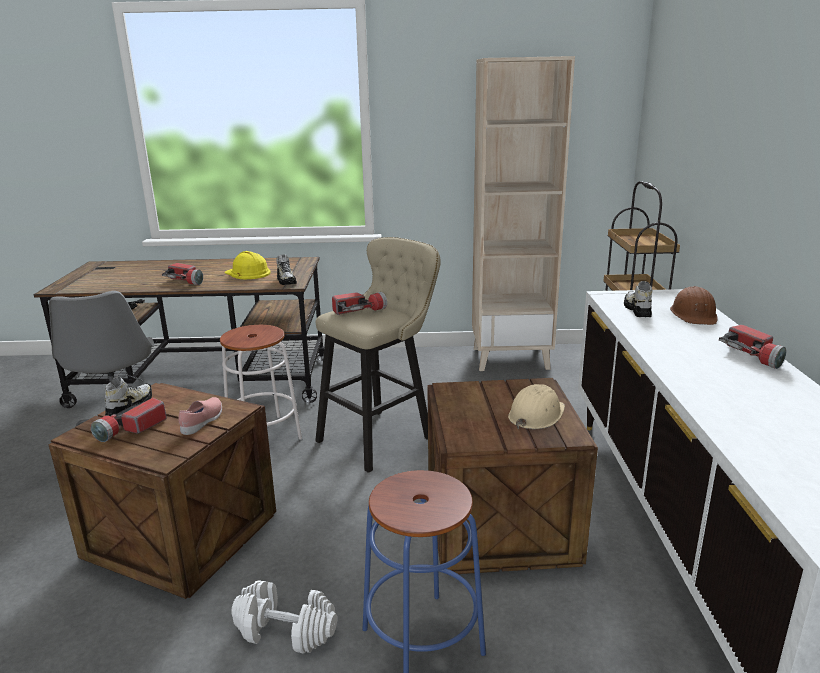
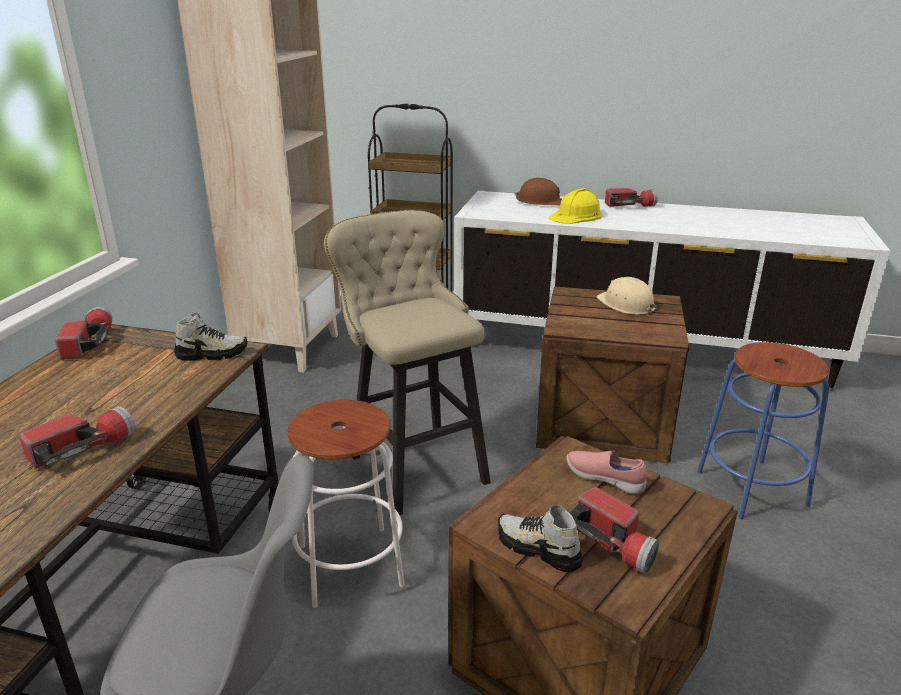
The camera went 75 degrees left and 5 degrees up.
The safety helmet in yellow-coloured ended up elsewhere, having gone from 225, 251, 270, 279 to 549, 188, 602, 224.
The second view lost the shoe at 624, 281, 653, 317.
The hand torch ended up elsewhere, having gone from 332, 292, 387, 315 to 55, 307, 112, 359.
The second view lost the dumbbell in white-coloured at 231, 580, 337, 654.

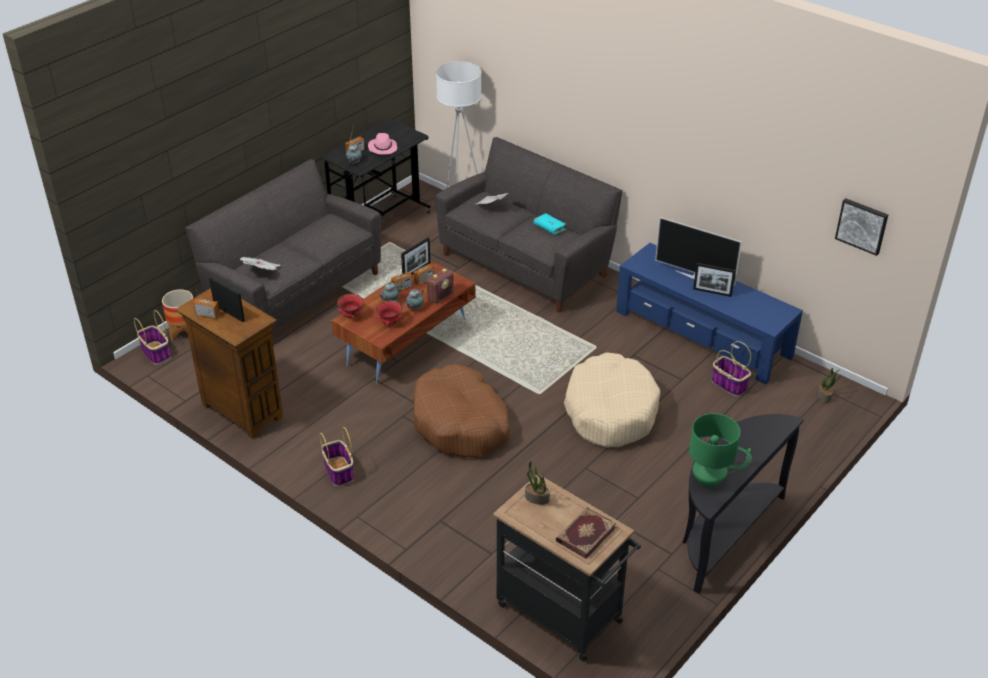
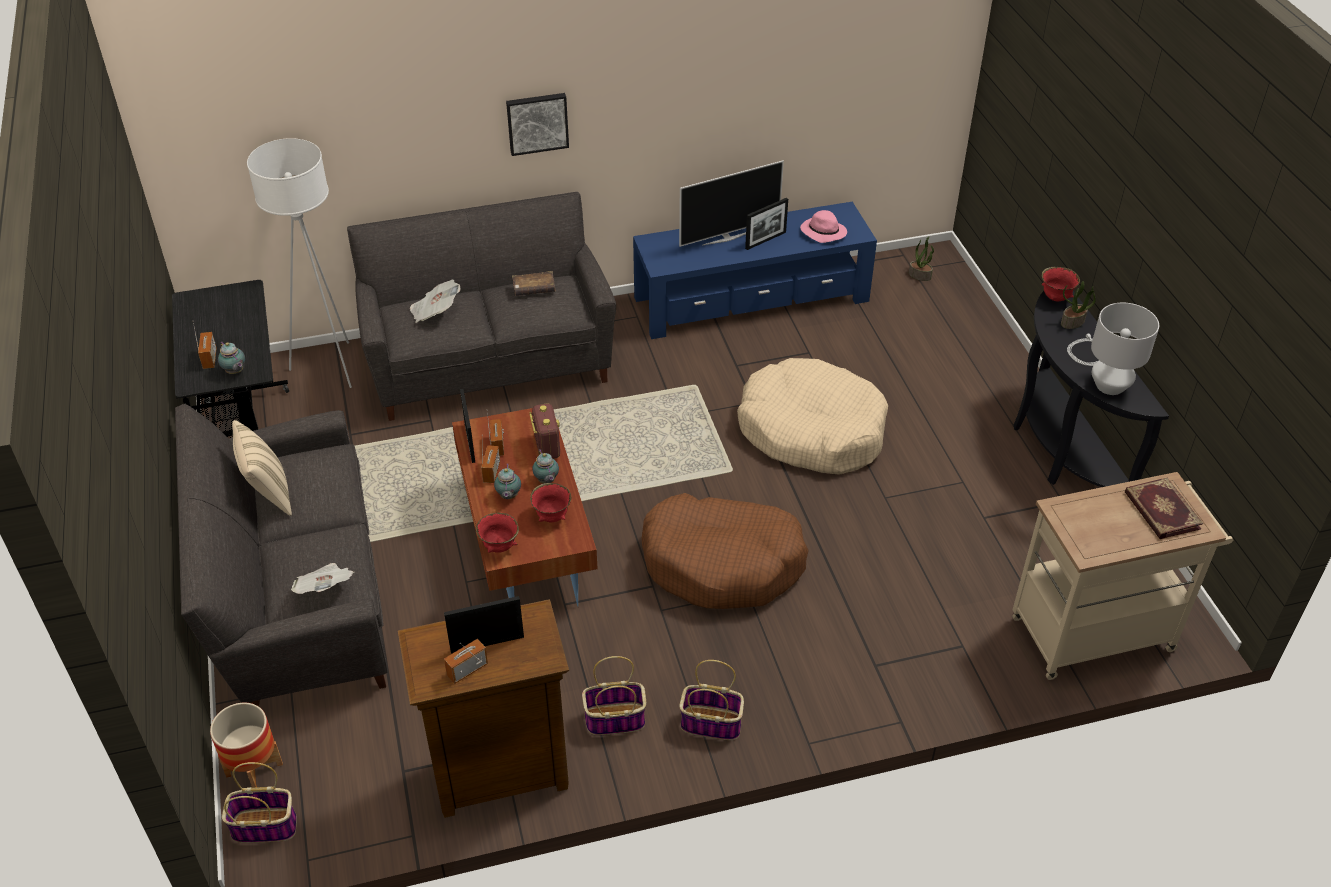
The camera went 55 degrees left and 5 degrees up.
The hat in pinkish ended up elsewhere, having gone from 368, 133, 397, 155 to 800, 210, 847, 243.
The wall art ended up elsewhere, having gone from 835, 198, 888, 256 to 506, 93, 569, 156.
What was the book in turquoise-coloured at 534, 213, 566, 235 turned into the book in brownish at 512, 271, 556, 296.
The storage basket ended up elsewhere, having gone from 712, 341, 751, 396 to 582, 656, 646, 735.
What was the tabletop lamp in greenish at 689, 413, 752, 487 turned into the tabletop lamp in white-coloured at 1067, 302, 1159, 395.
The plant in a pot ended up elsewhere, having gone from 525, 462, 550, 505 to 1061, 281, 1096, 329.
What was the trolley in blackish at 493, 475, 641, 662 turned into the trolley in sand-coloured at 1012, 472, 1233, 680.
The second view gained the deep dish in reddish at 1041, 267, 1080, 301.
The second view gained the throw pillow in sand-coloured at 232, 420, 292, 516.

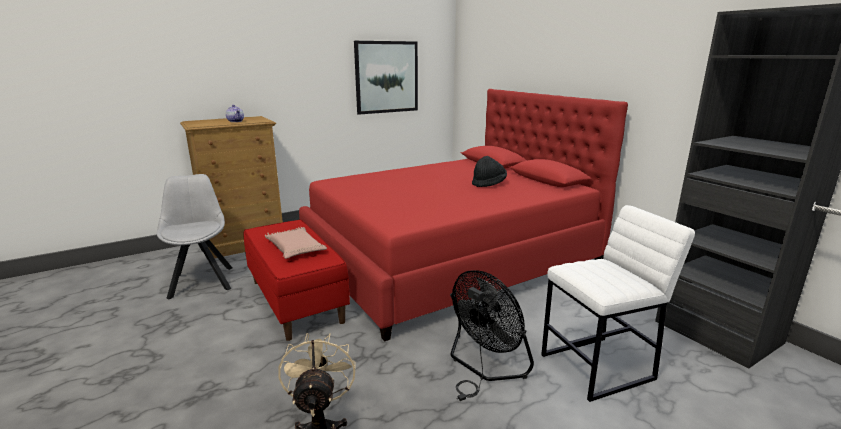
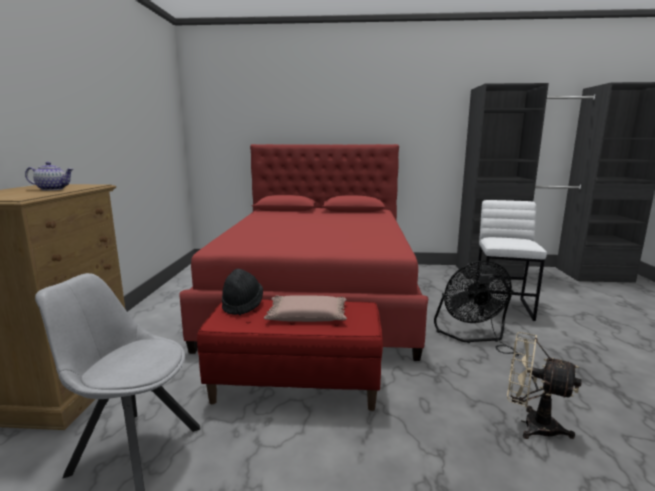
The camera went 55 degrees left and 5 degrees down.
The second view lost the wall art at 354, 41, 418, 115.
The hat in blackish ended up elsewhere, having gone from 472, 156, 507, 187 to 222, 269, 263, 315.

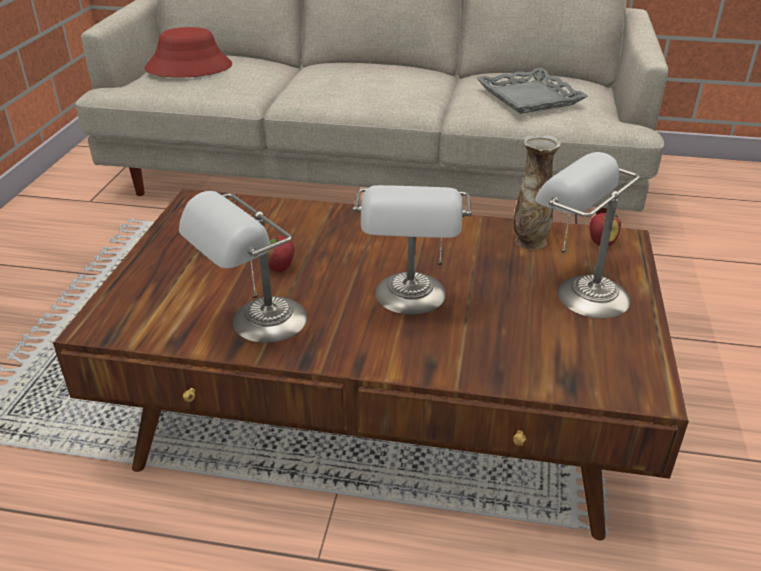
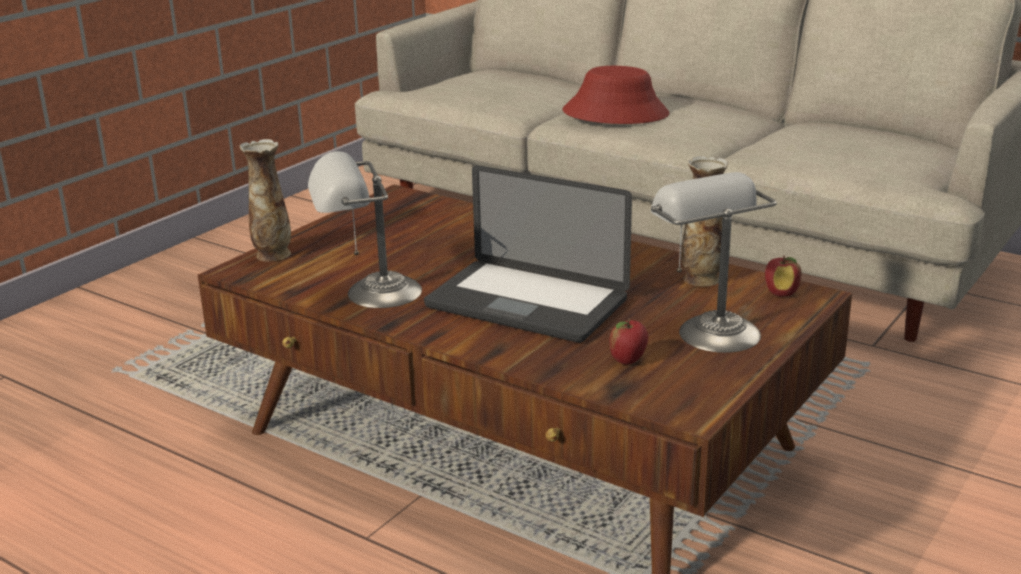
The camera went 25 degrees right and 10 degrees down.
The hat in reddish ended up elsewhere, having gone from 144, 27, 232, 78 to 563, 66, 669, 124.
The second view lost the tray in gray at 476, 68, 588, 114.
Where the tabletop lamp in white-coloured stood at 352, 185, 472, 315, the notebook computer came to stand at 424, 165, 632, 343.
The apple ended up elsewhere, having gone from 267, 236, 295, 272 to 610, 319, 648, 365.
The second view gained the decorative vase at 240, 139, 291, 262.

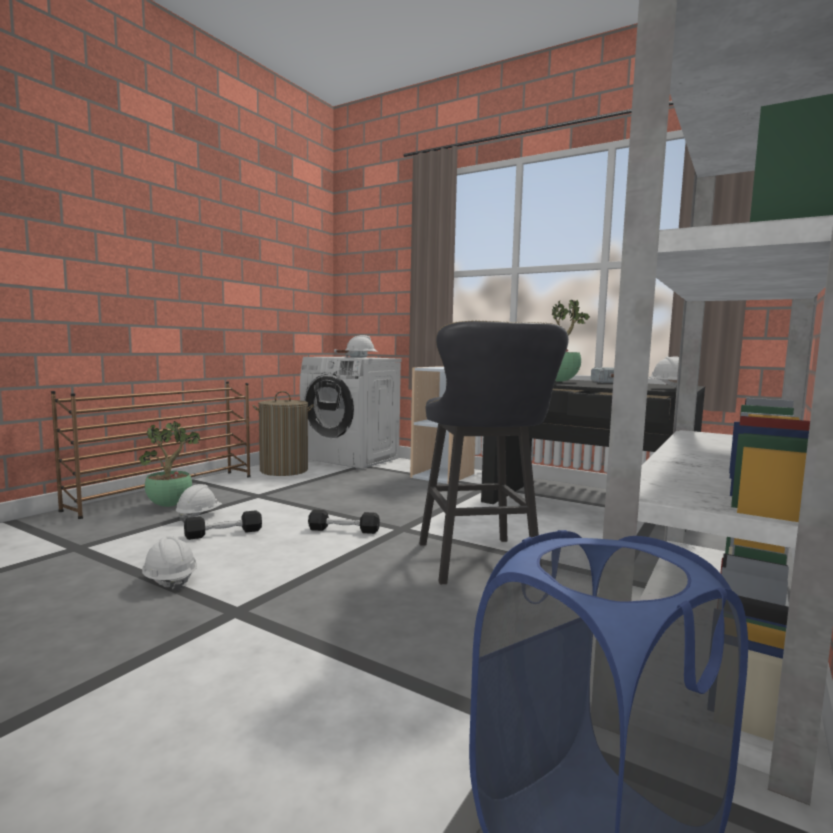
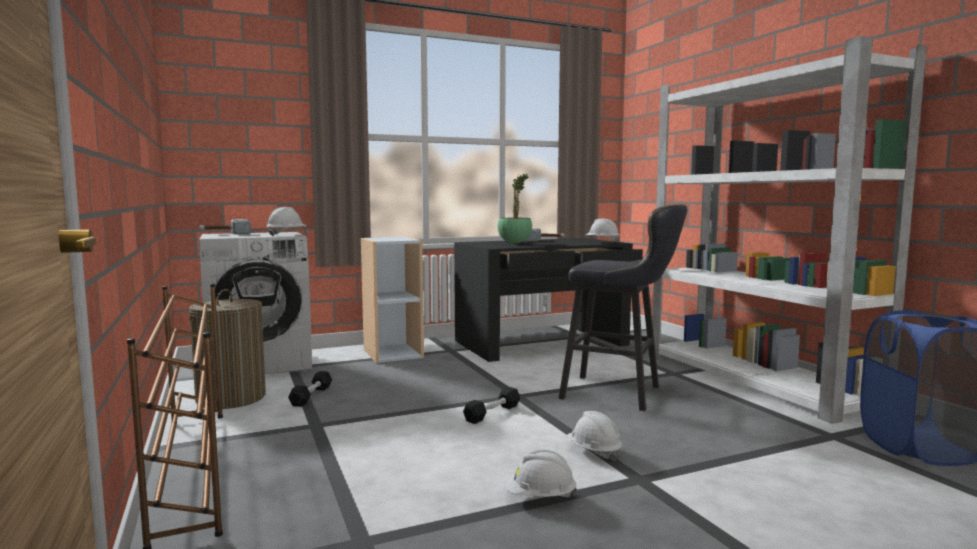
The camera went 55 degrees left and 0 degrees up.
The second view lost the plant in a pot at 139, 421, 200, 507.
The safety helmet in white-coloured ended up elsewhere, having gone from 176, 484, 222, 523 to 566, 411, 622, 462.
The dumbbell in blackish ended up elsewhere, having gone from 184, 510, 262, 540 to 288, 371, 332, 407.

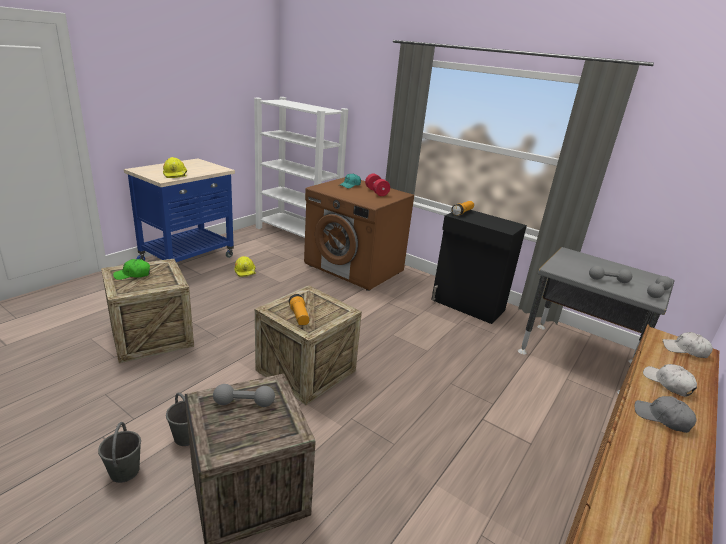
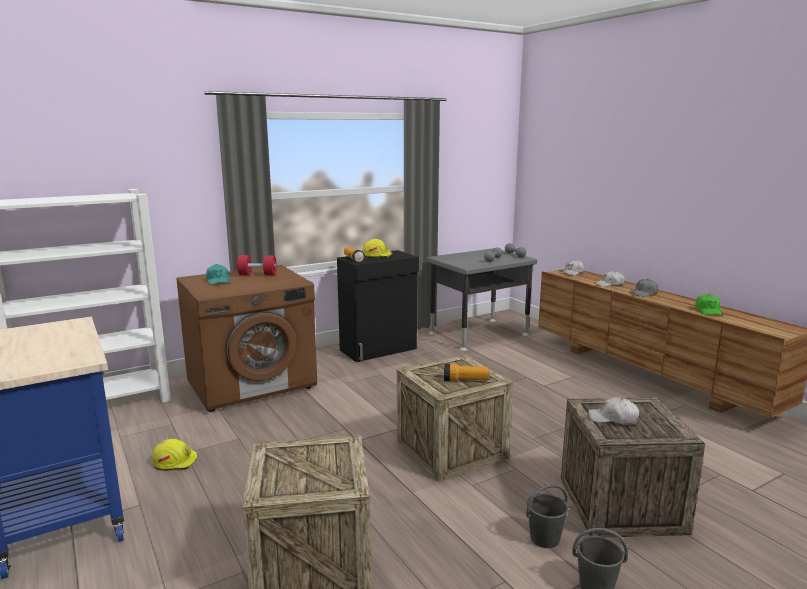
The camera went 65 degrees left and 10 degrees down.
The safety helmet in yellow-coloured ended up elsewhere, having gone from 163, 157, 187, 178 to 362, 239, 392, 258.
The peaked cap in greenish ended up elsewhere, having gone from 113, 259, 150, 280 to 695, 294, 723, 315.
Where the dumbbell in gray stood at 213, 384, 275, 407, the peaked cap in white-coloured came to stand at 588, 397, 639, 425.

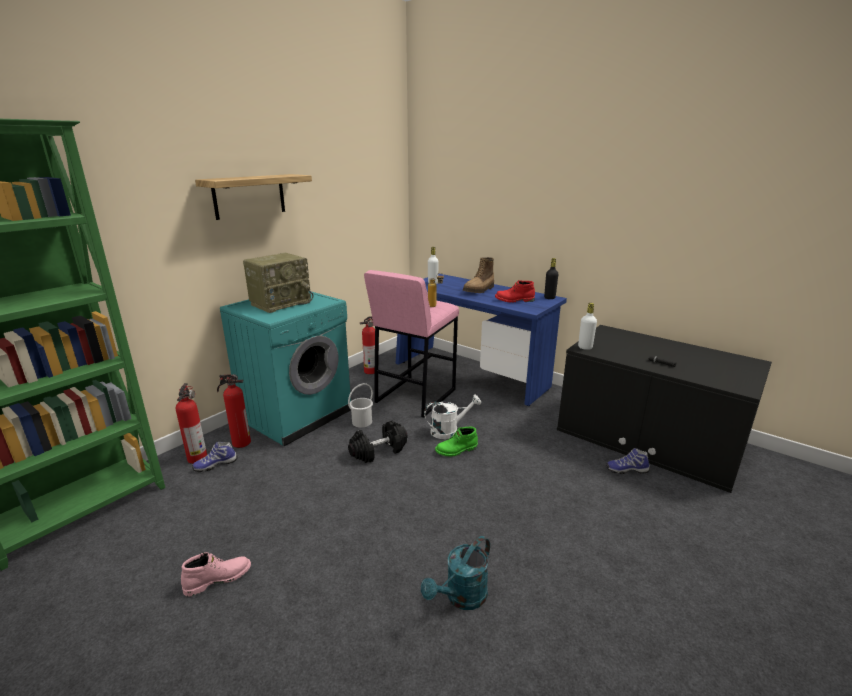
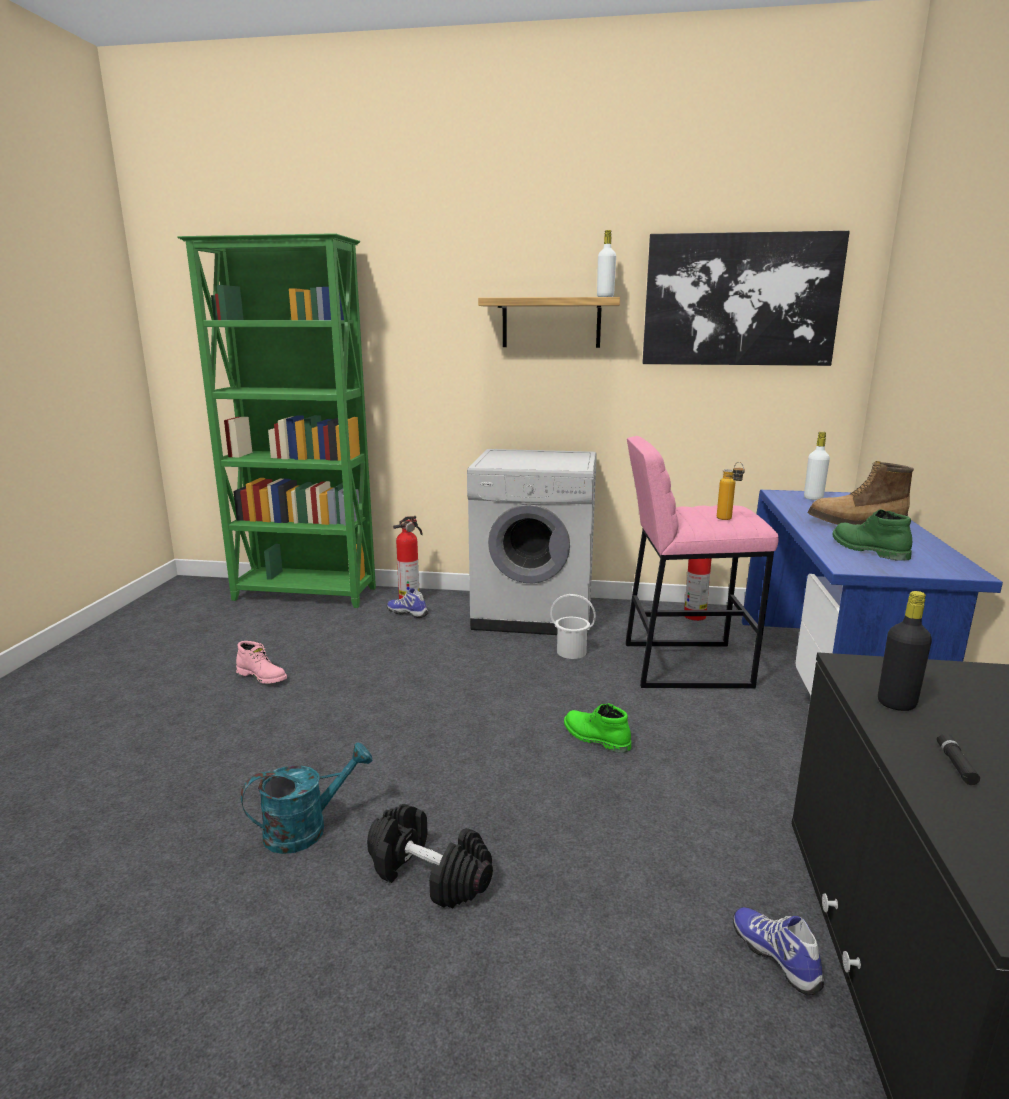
The camera went 60 degrees right and 5 degrees down.
The second view lost the radio set at 243, 253, 314, 313.
The bottle in blackish ended up elsewhere, having gone from 544, 258, 558, 299 to 878, 591, 932, 711.
What was the boot in reddish at 495, 280, 535, 303 turned into the boot in greenish at 832, 509, 912, 561.
What was the laundry machine in turquoise-coloured at 220, 292, 351, 446 turned into the laundry machine in white-coloured at 467, 449, 597, 636.
The bottle in white-coloured ended up elsewhere, having gone from 578, 303, 597, 350 to 597, 230, 616, 297.
The second view lost the extinguisher at 217, 374, 251, 448.
The second view lost the watering can in white-coloured at 424, 395, 481, 439.
The dumbbell in blackish ended up elsewhere, having gone from 348, 421, 408, 463 to 367, 804, 493, 908.
The watering can in turquoise-coloured at 421, 536, 490, 610 ended up facing another way, 135 degrees clockwise from before.
The second view gained the wall art at 642, 231, 850, 366.

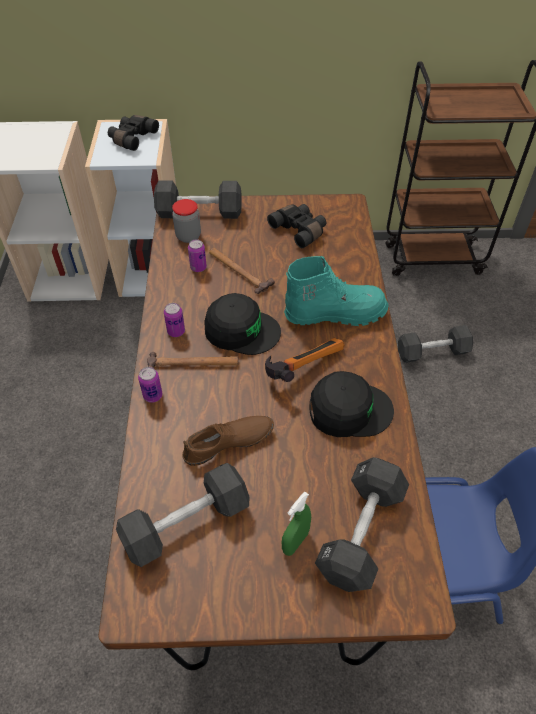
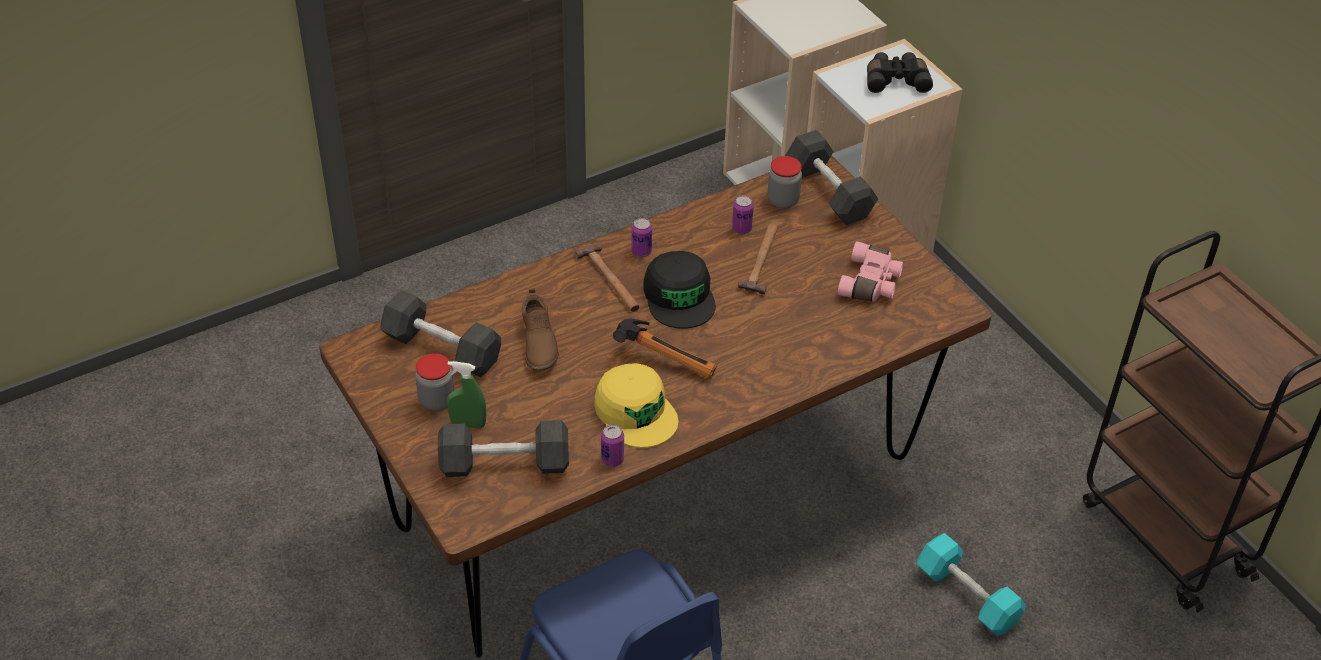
The camera went 60 degrees right and 5 degrees down.
What was the pair of binoculars in blackish at 267, 204, 326, 248 turned into the pair of binoculars in pinkish at 838, 241, 903, 302.
The second view lost the boot in turquoise-coloured at 284, 256, 388, 326.
What was the dumbbell in blackish at 398, 325, 473, 363 turned into the dumbbell in turquoise-coloured at 917, 533, 1026, 636.
The can ended up elsewhere, having gone from 138, 367, 163, 403 to 601, 424, 624, 467.
What was the peaked cap in blackish at 310, 371, 394, 437 turned into the peaked cap in yellow-coloured at 594, 363, 678, 448.
The shoe in brownish at 182, 416, 274, 466 ended up facing another way, 45 degrees clockwise from before.
The second view gained the jar at 415, 353, 455, 412.

